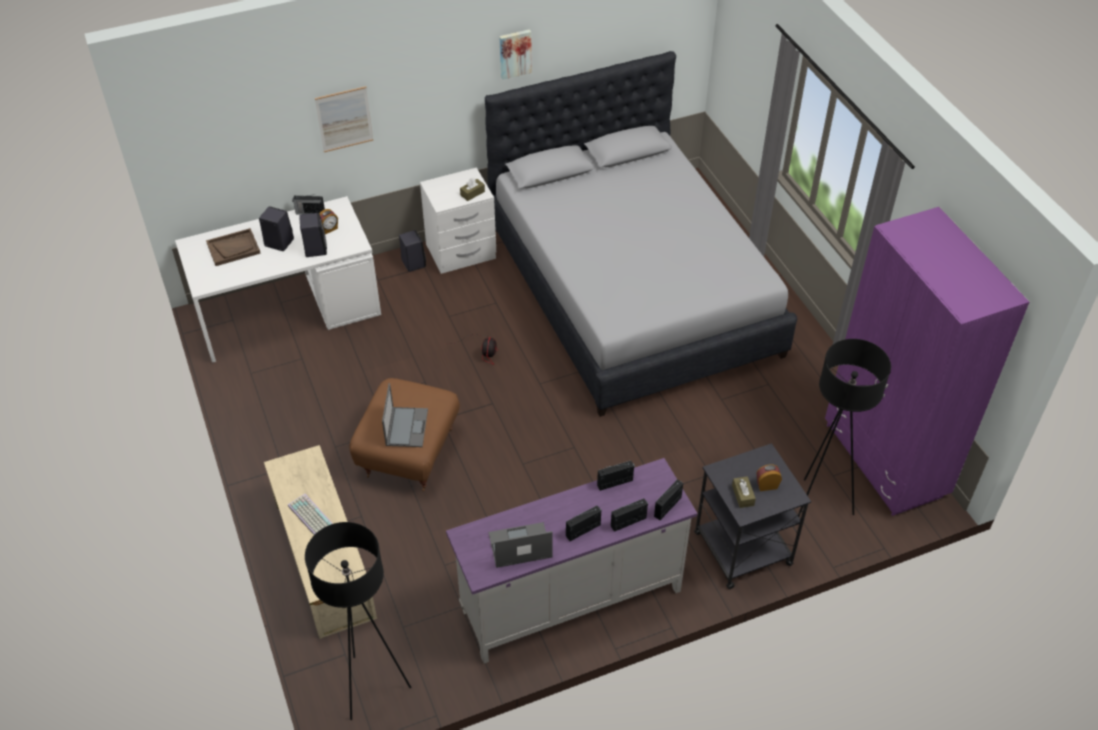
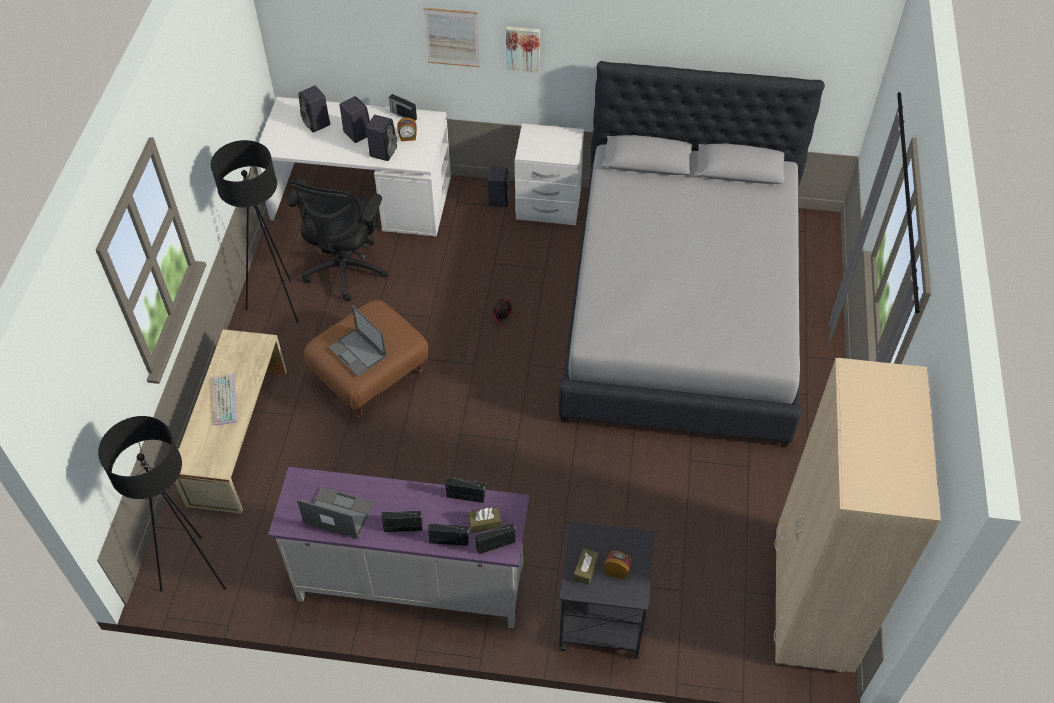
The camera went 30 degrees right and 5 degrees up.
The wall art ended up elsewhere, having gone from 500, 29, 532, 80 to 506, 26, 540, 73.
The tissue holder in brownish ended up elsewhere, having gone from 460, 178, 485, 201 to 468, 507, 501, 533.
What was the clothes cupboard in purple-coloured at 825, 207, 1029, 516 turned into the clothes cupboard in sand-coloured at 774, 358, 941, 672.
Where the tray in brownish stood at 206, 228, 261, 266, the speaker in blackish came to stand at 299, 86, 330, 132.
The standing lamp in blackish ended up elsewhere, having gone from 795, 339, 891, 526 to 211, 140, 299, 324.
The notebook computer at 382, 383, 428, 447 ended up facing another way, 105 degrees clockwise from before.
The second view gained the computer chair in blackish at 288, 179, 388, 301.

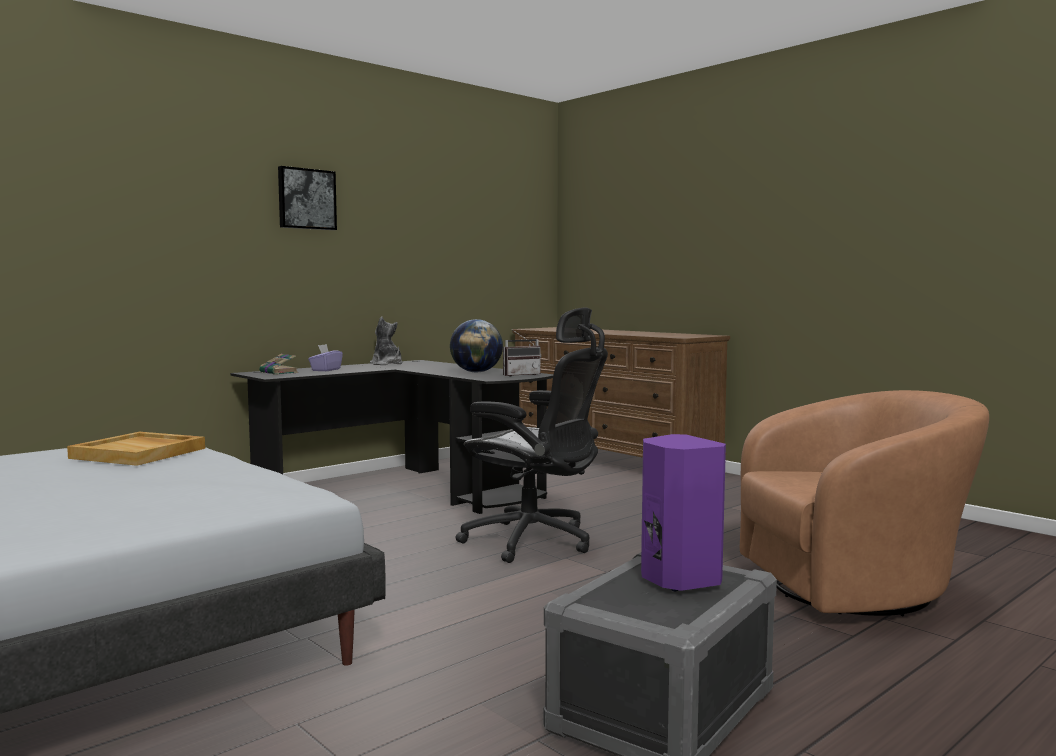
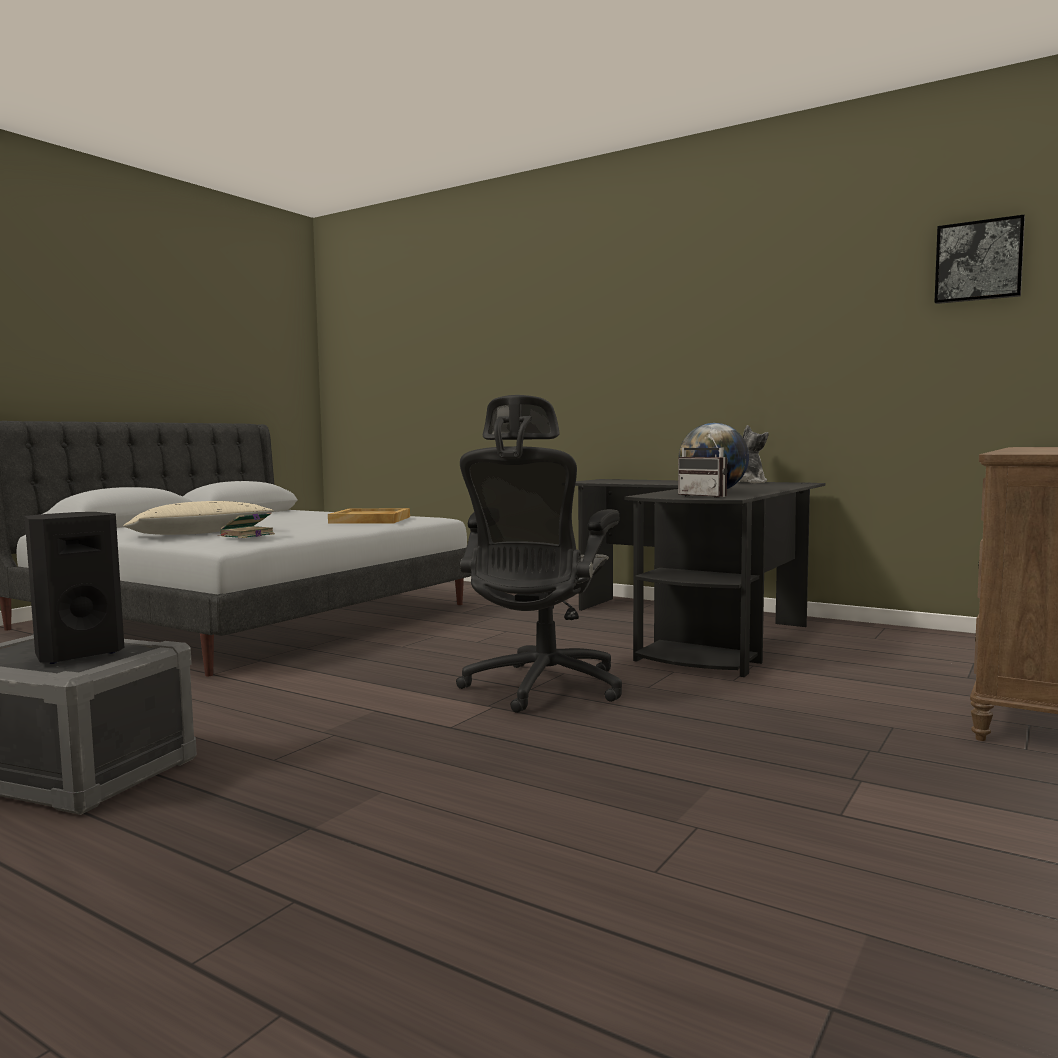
The camera went 75 degrees right and 0 degrees up.
The wall art ended up elsewhere, having gone from 278, 166, 337, 230 to 934, 215, 1025, 304.
The second view lost the tissue holder in purple-coloured at 308, 344, 343, 371.
The book ended up elsewhere, having gone from 259, 354, 299, 375 to 217, 512, 275, 538.
The second view lost the lounge chair in brownish at 740, 390, 989, 616.
What was the speaker in purple-coloured at 641, 434, 726, 591 turned into the speaker in blackish at 25, 512, 124, 664.
The second view gained the throw pillow in sand-coloured at 123, 501, 274, 535.

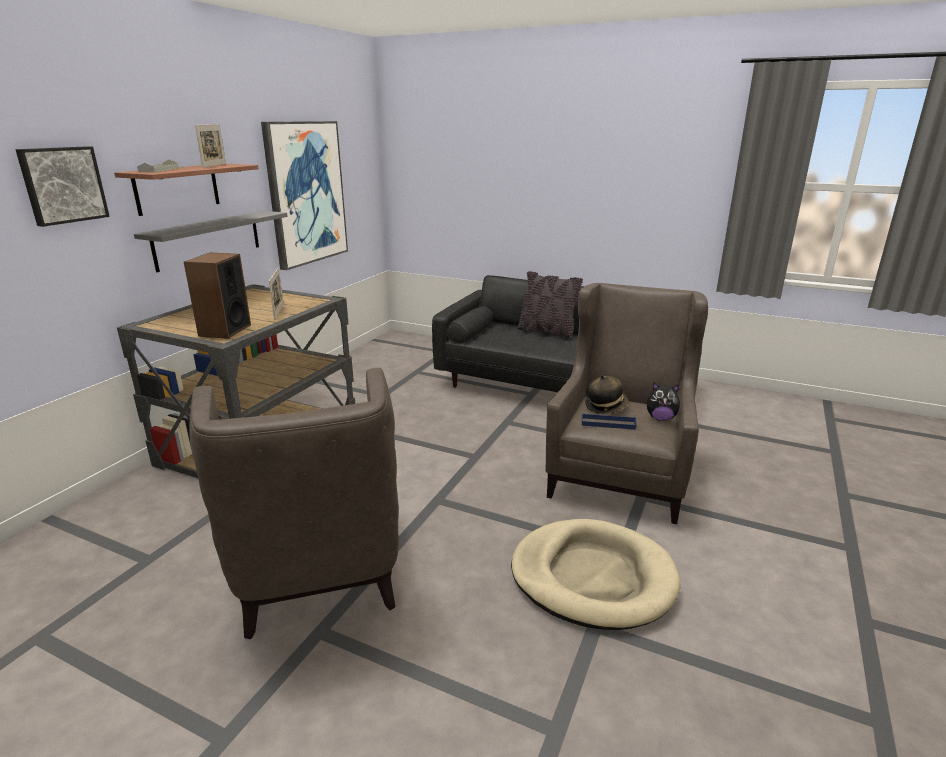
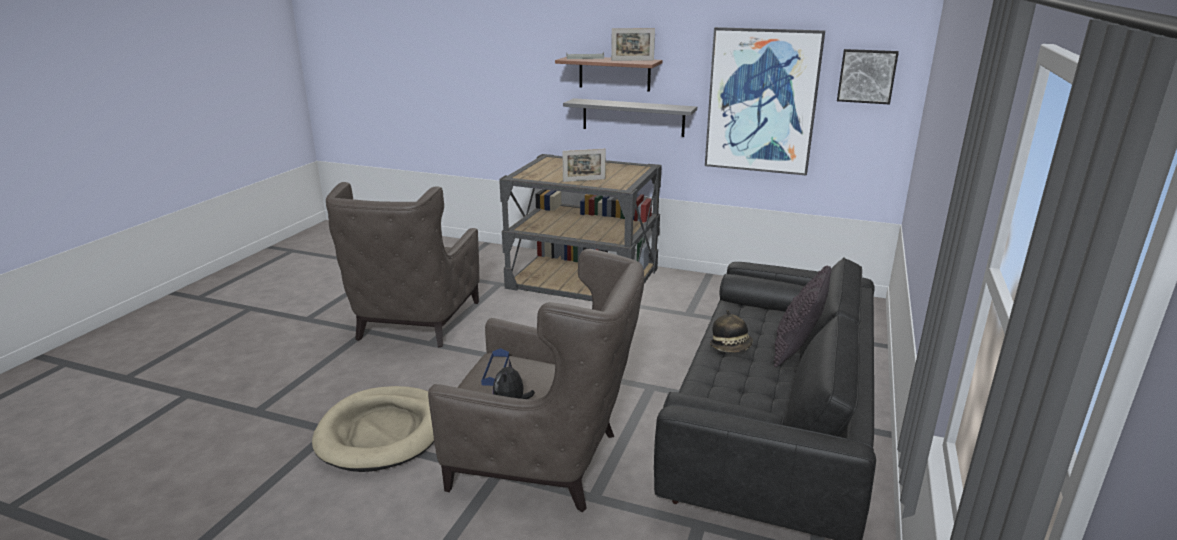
The camera went 85 degrees right and 0 degrees up.
The wall art ended up elsewhere, having gone from 16, 146, 110, 227 to 837, 49, 899, 104.
The second view lost the speaker at 184, 253, 251, 339.
The lounge chair in gray at 189, 368, 399, 639 ended up facing another way, 60 degrees counterclockwise from before.
The hat ended up elsewhere, having gone from 585, 375, 629, 414 to 710, 310, 753, 352.

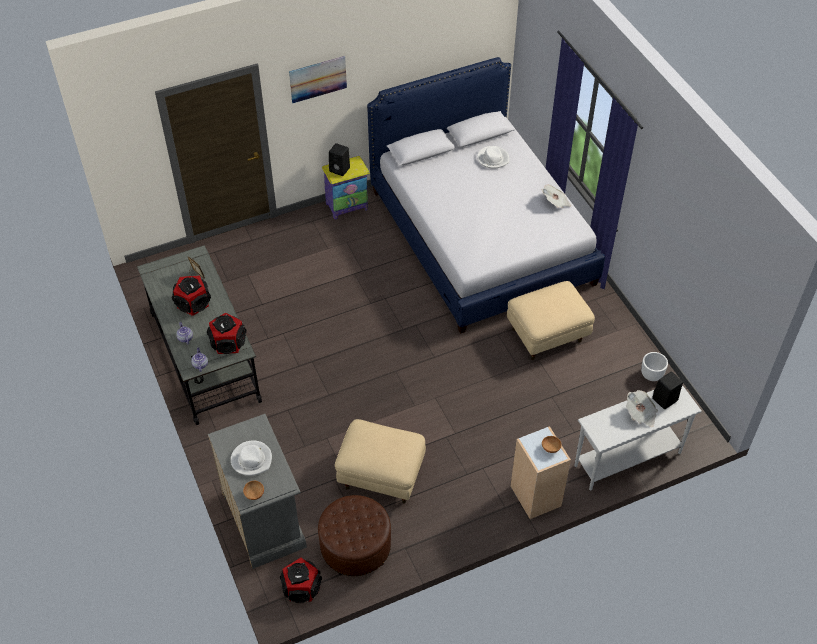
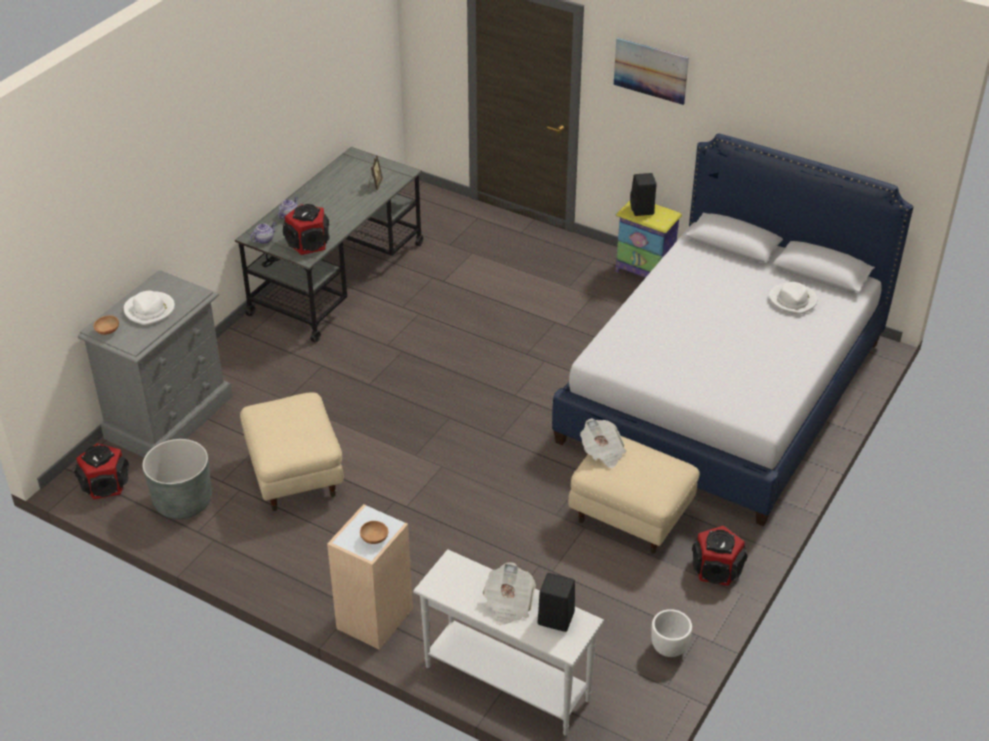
The camera went 55 degrees right and 10 degrees down.
The printed paper ended up elsewhere, having gone from 542, 185, 571, 208 to 580, 418, 627, 468.
The speaker ended up elsewhere, having gone from 172, 275, 211, 316 to 692, 525, 747, 586.
Where the ottoman in brownish stood at 318, 495, 391, 576, the planter in gray came to stand at 142, 439, 212, 519.

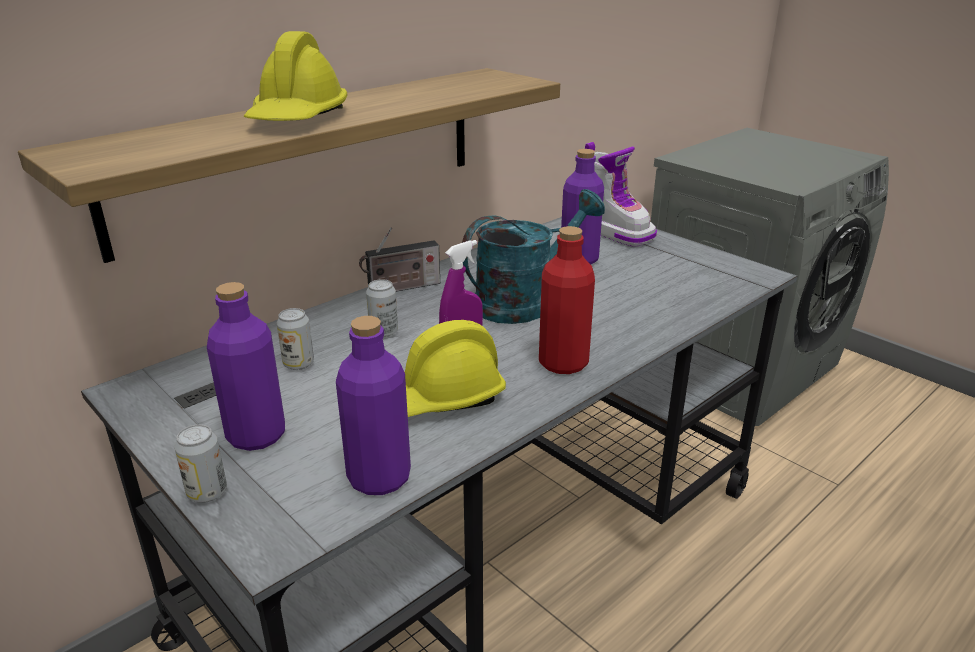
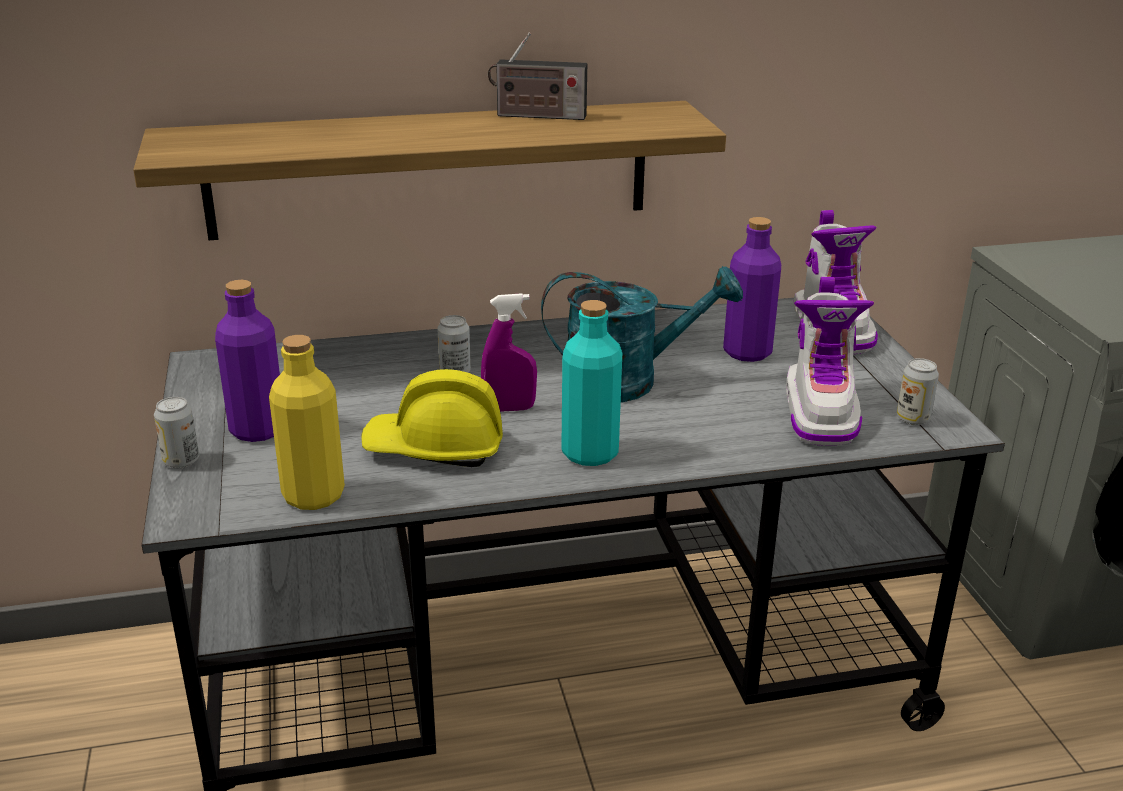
The camera went 30 degrees right and 0 degrees up.
The second view lost the safety helmet in yellow-coloured at 244, 31, 347, 121.
What was the bottle in reddish at 539, 226, 595, 374 turned into the bottle in turquoise-coloured at 561, 300, 622, 466.
The radio set ended up elsewhere, having gone from 359, 227, 440, 292 to 488, 33, 587, 120.
The can ended up elsewhere, having gone from 277, 308, 314, 370 to 897, 358, 939, 425.
What was the bottle in purple-coloured at 336, 316, 411, 495 turned into the bottle in yellow-coloured at 269, 335, 345, 510.
The second view gained the boot at 786, 277, 874, 446.

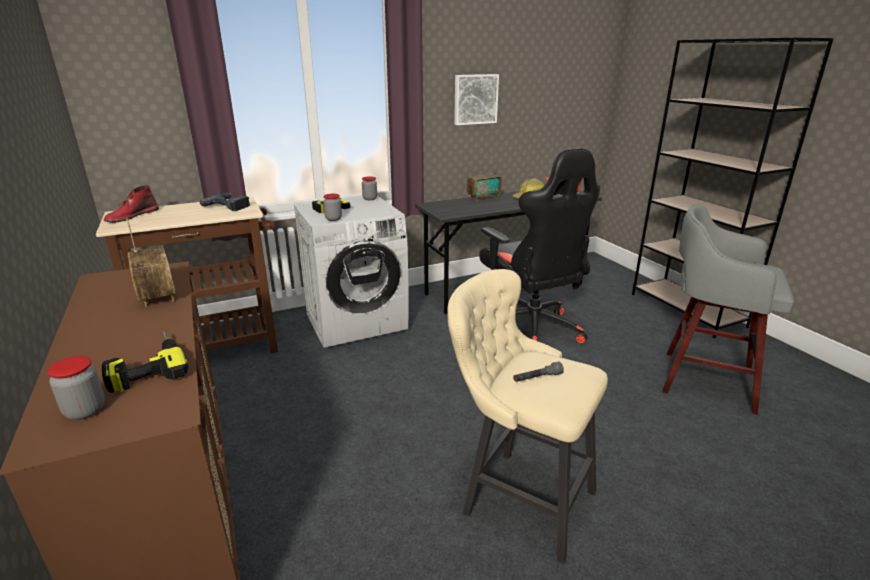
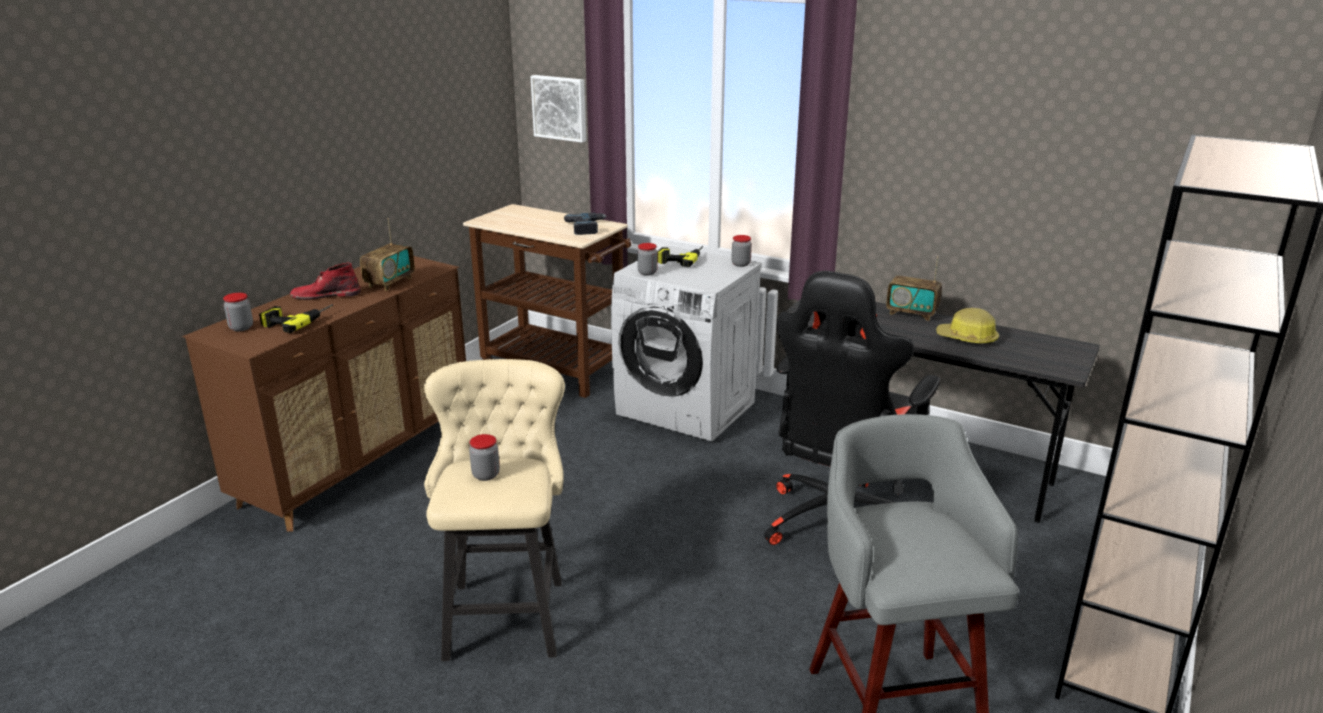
The camera went 55 degrees right and 0 degrees up.
The wall art ended up elsewhere, having gone from 454, 74, 499, 125 to 531, 75, 586, 143.
The boot in reddish ended up elsewhere, having gone from 104, 185, 159, 223 to 290, 262, 361, 300.
Where the hand torch in gray stood at 513, 361, 564, 382, the jar came to stand at 469, 434, 500, 481.

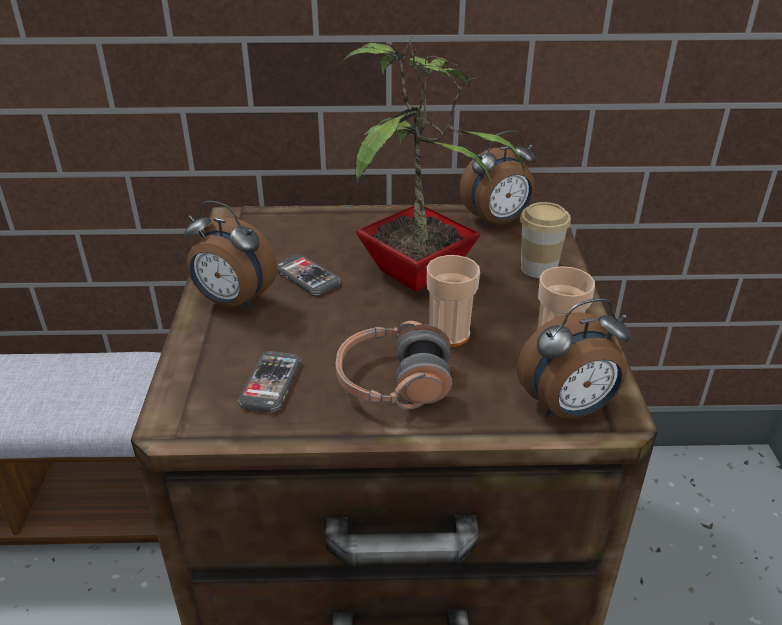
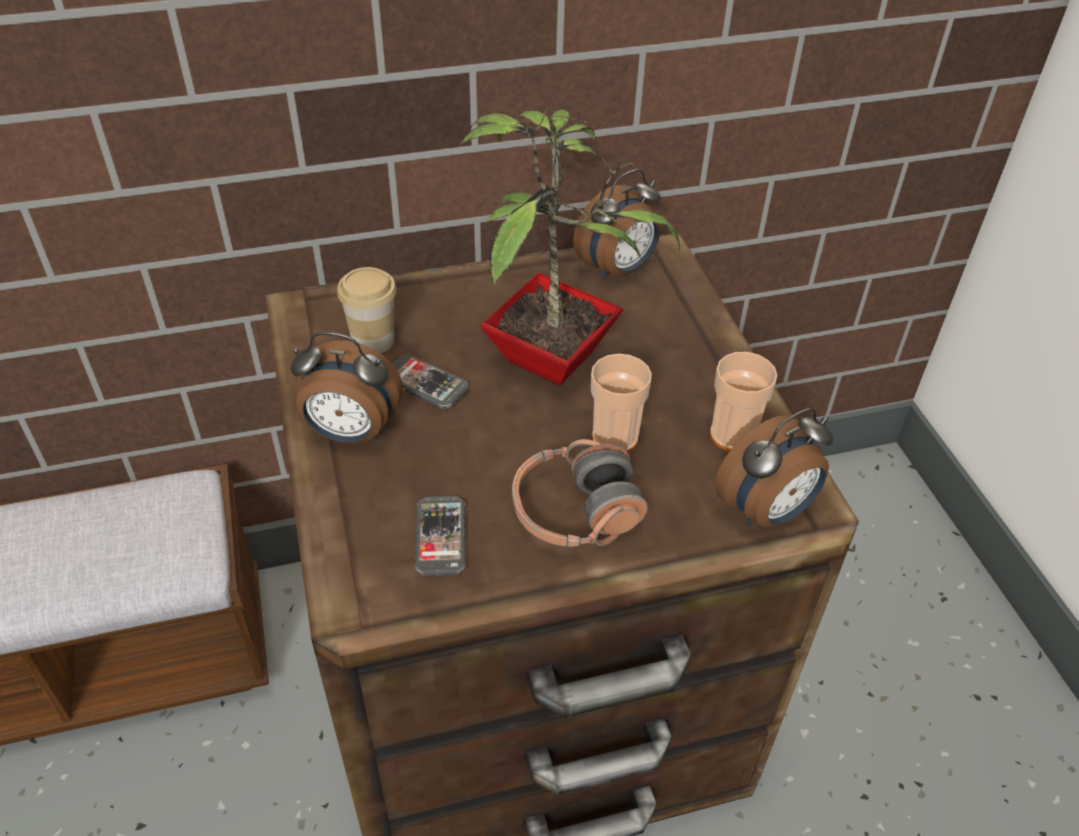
The camera went 15 degrees left and 10 degrees up.
The cup ended up elsewhere, having gone from 520, 202, 571, 278 to 337, 267, 397, 354.

